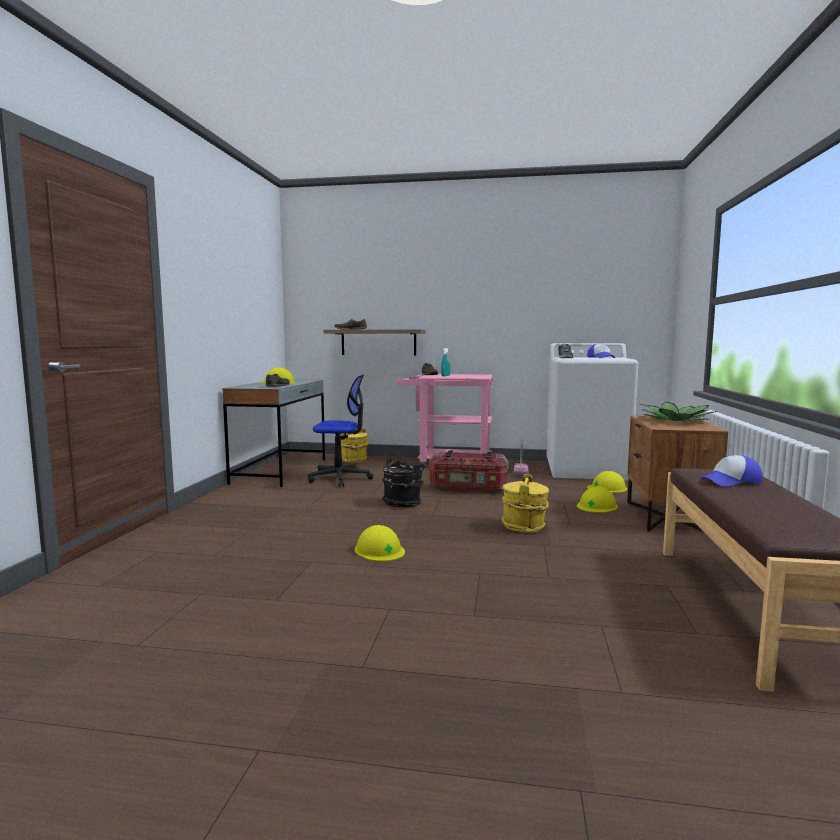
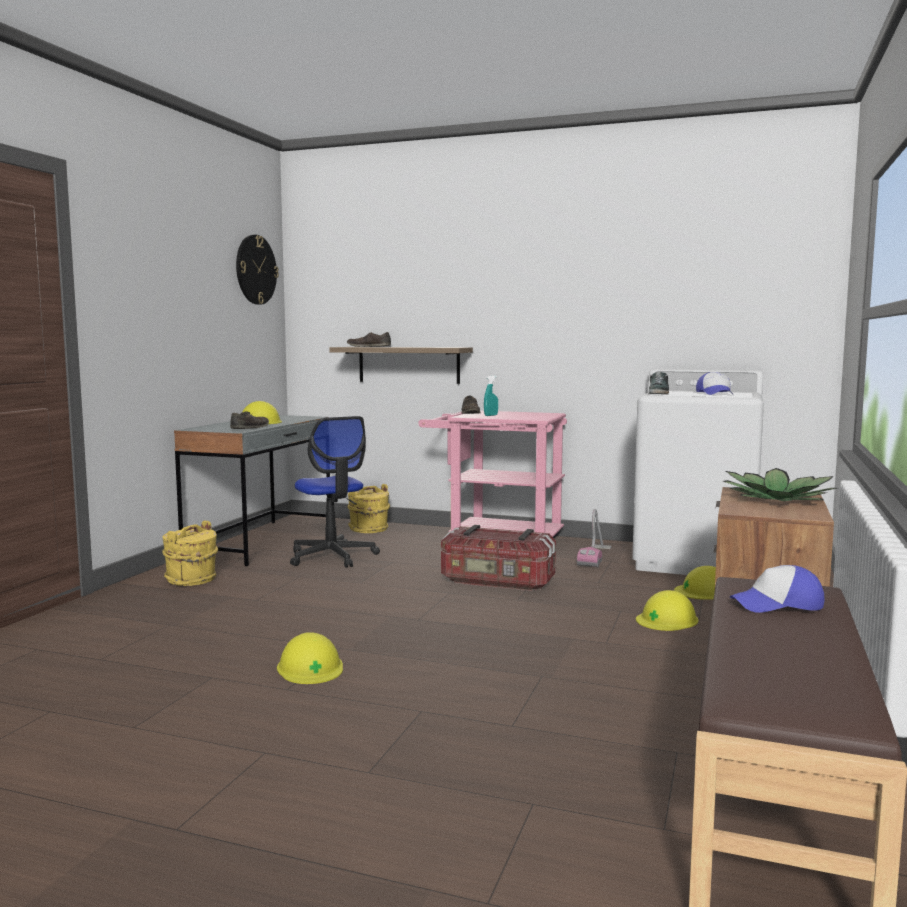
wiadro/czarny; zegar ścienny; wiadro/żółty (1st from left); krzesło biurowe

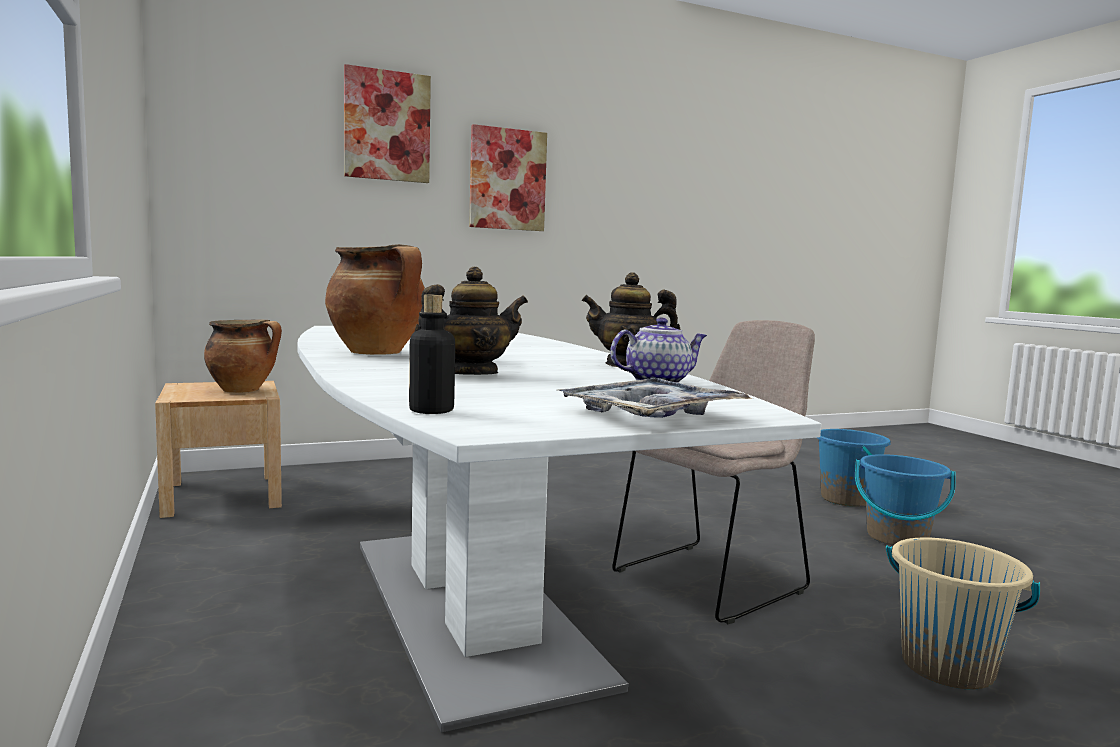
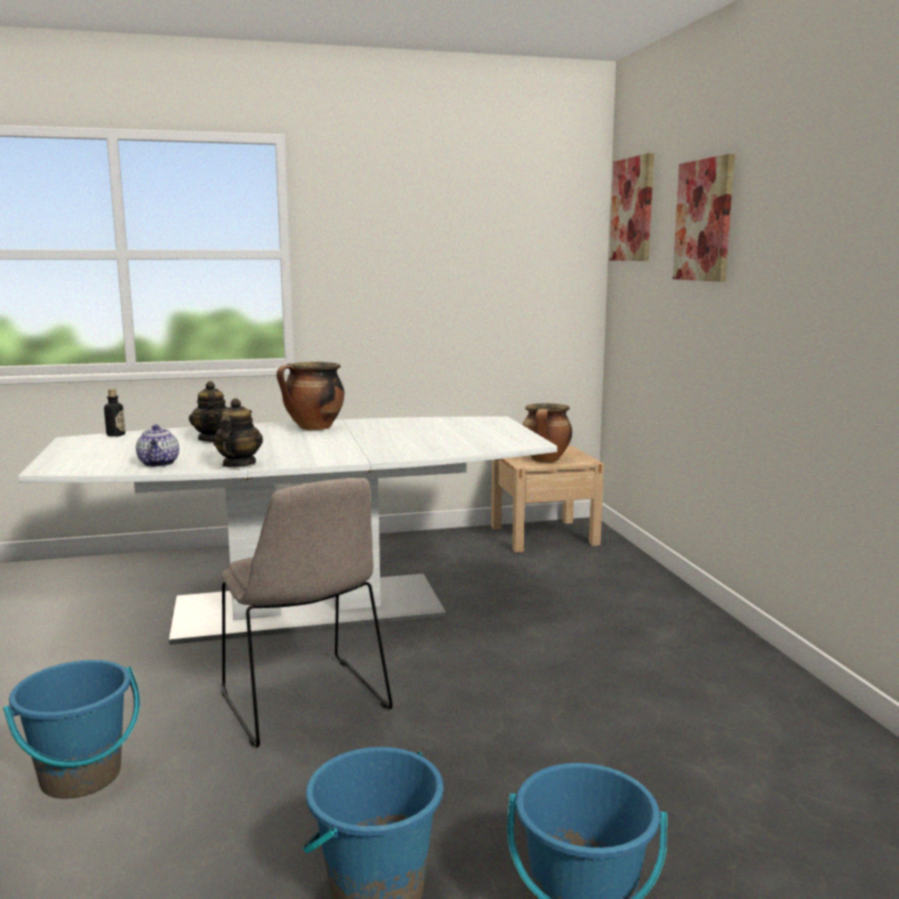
taca; obraz (1st from left); wiadro/niebieski (1st from left)

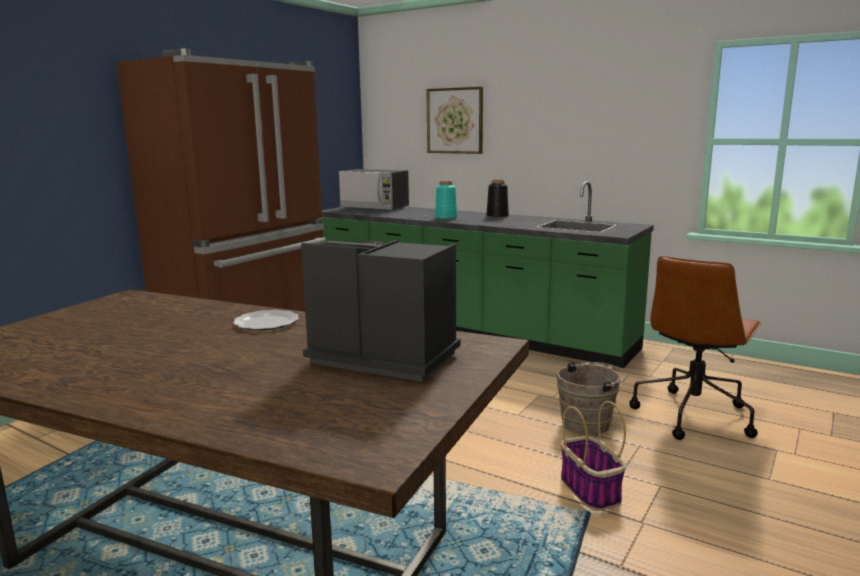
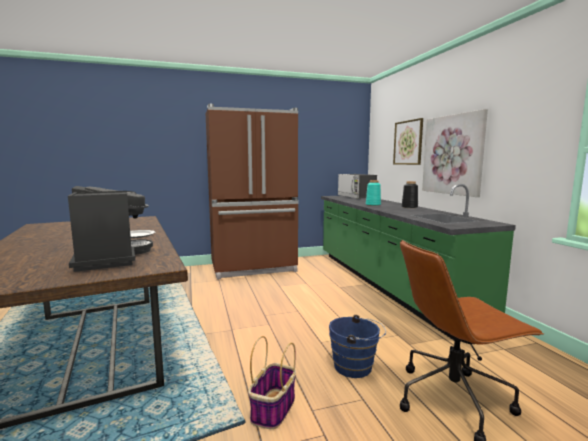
obraz (2nd from left); wiadro/niebieski

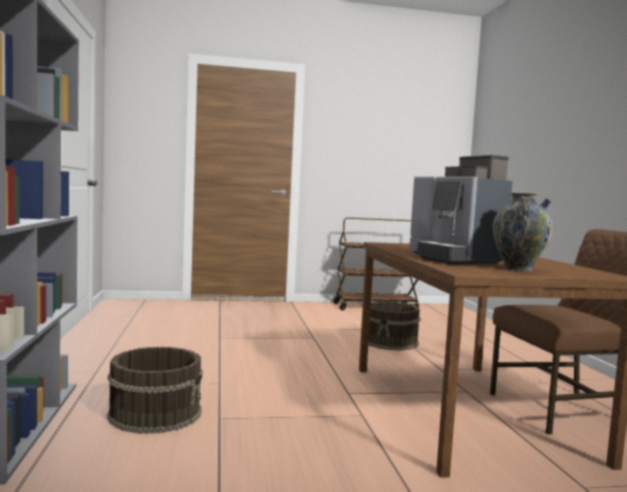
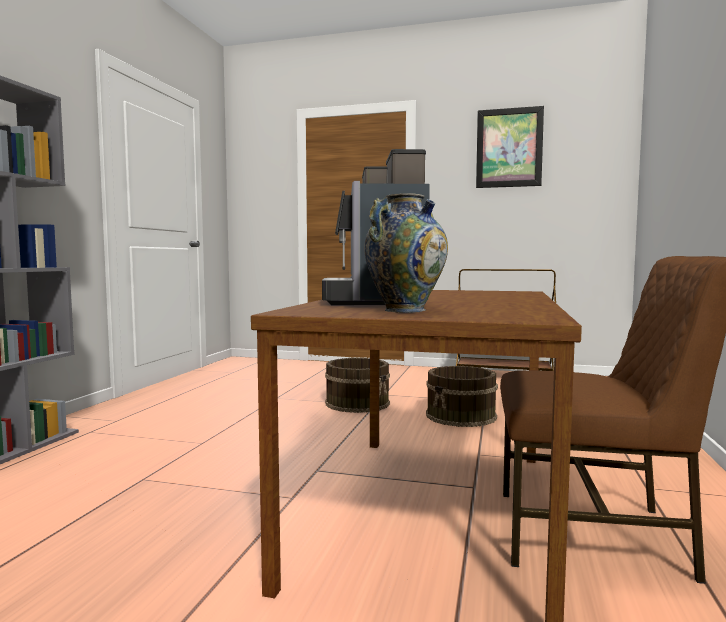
obraz; wiadro/brązowy (1st from left)

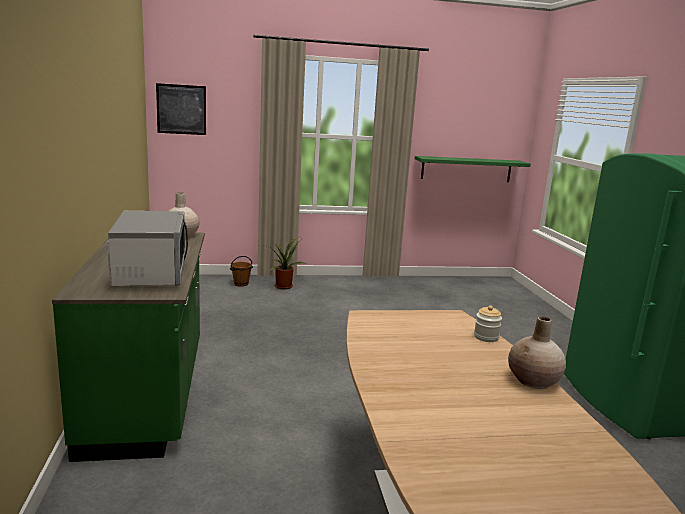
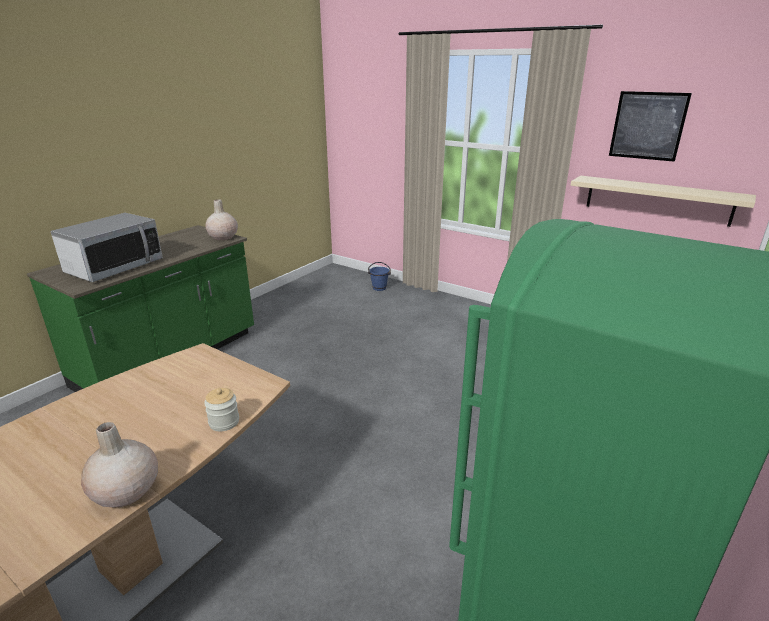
roślina doniczkowa; obraz; wiadro/niebieski; półka/beżowy

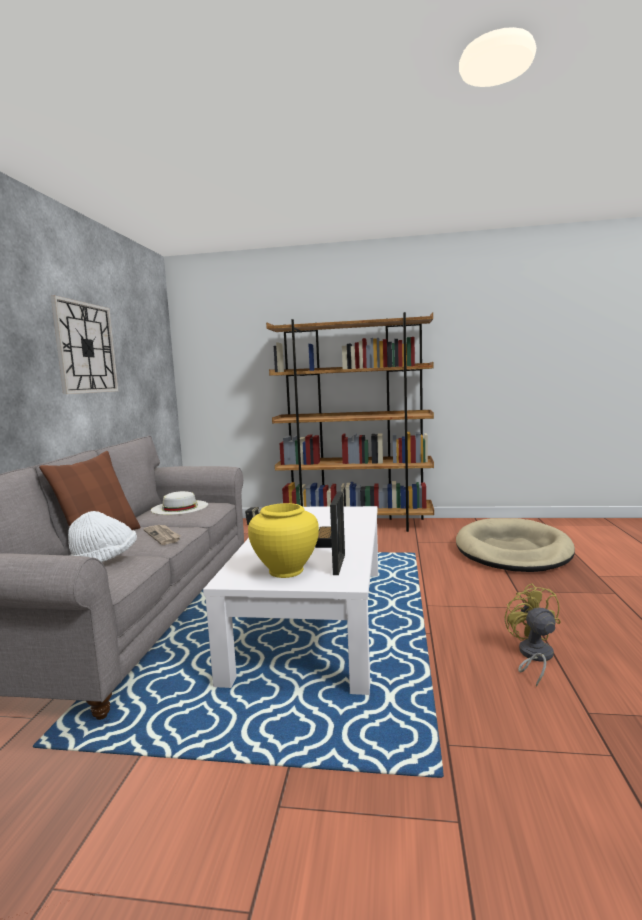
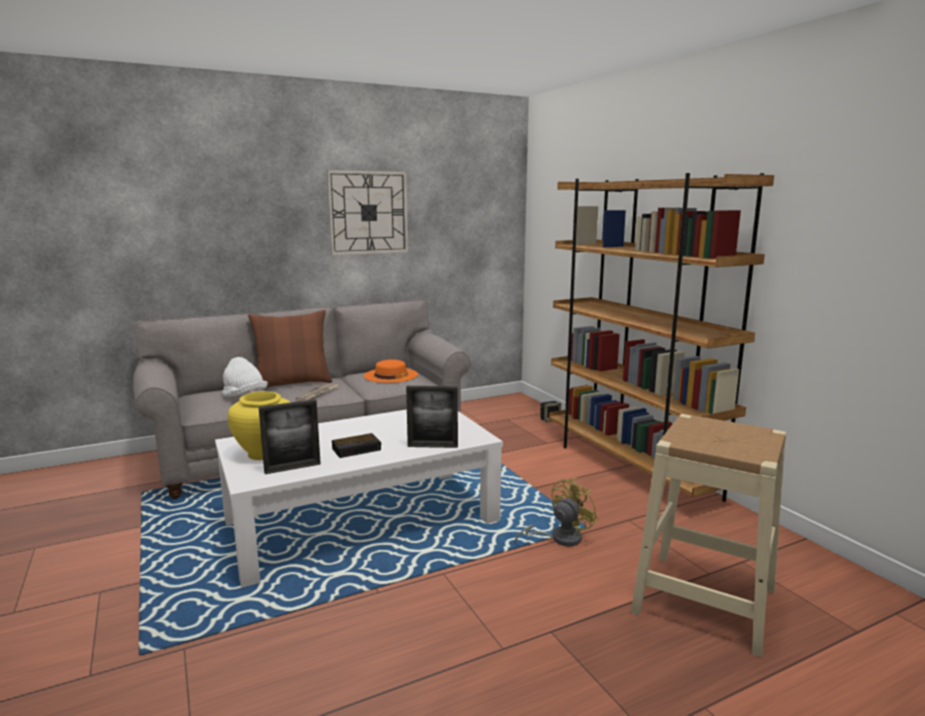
ramka na zdjęcie (2nd from left); wentylator/żółty; stołek/beżowy; kapelusz/pomarańczowy

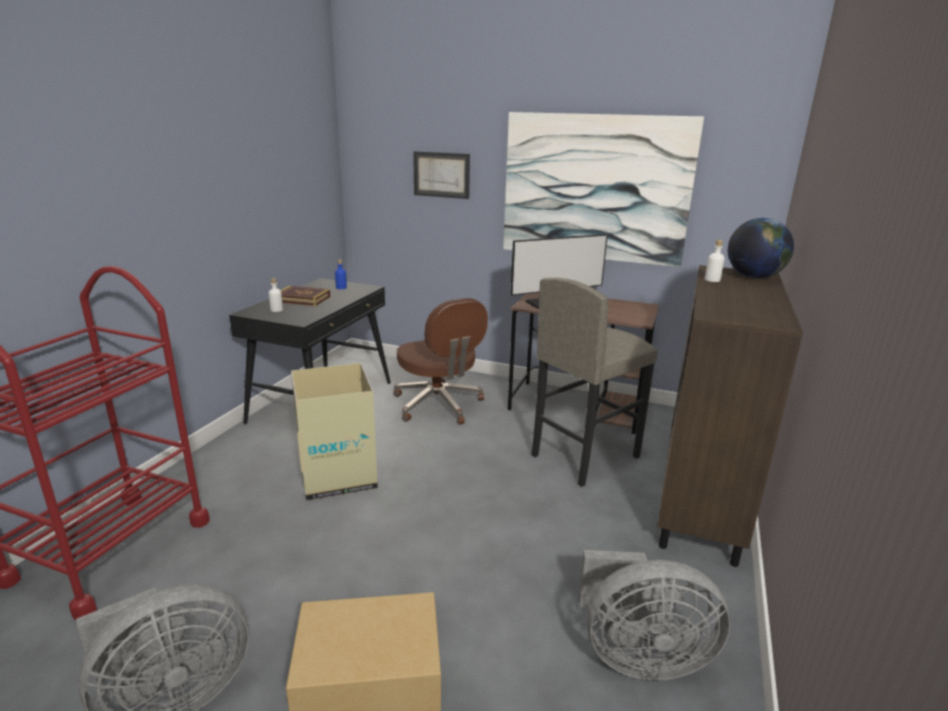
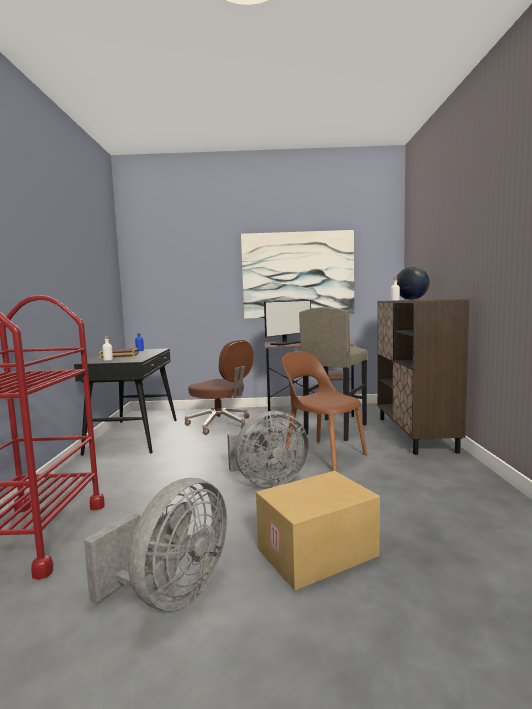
karton (1st from left in the first image); obraz (1st from left in the first image); krzesło/brązowy; wentylator/szary (2nd from left)

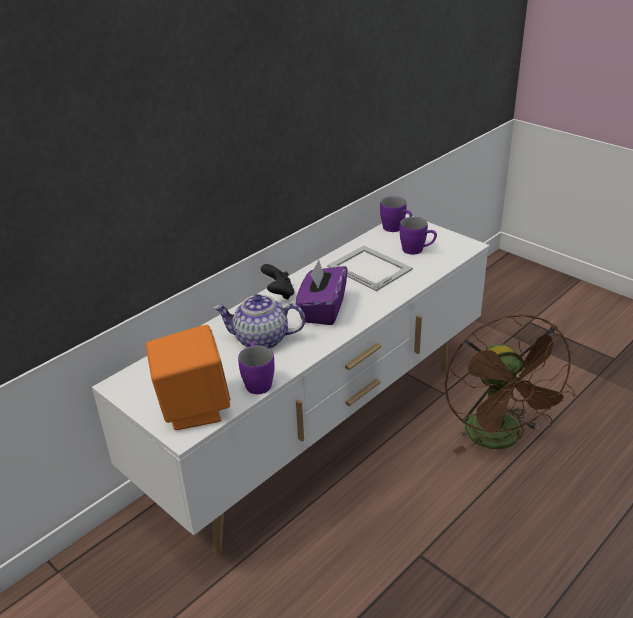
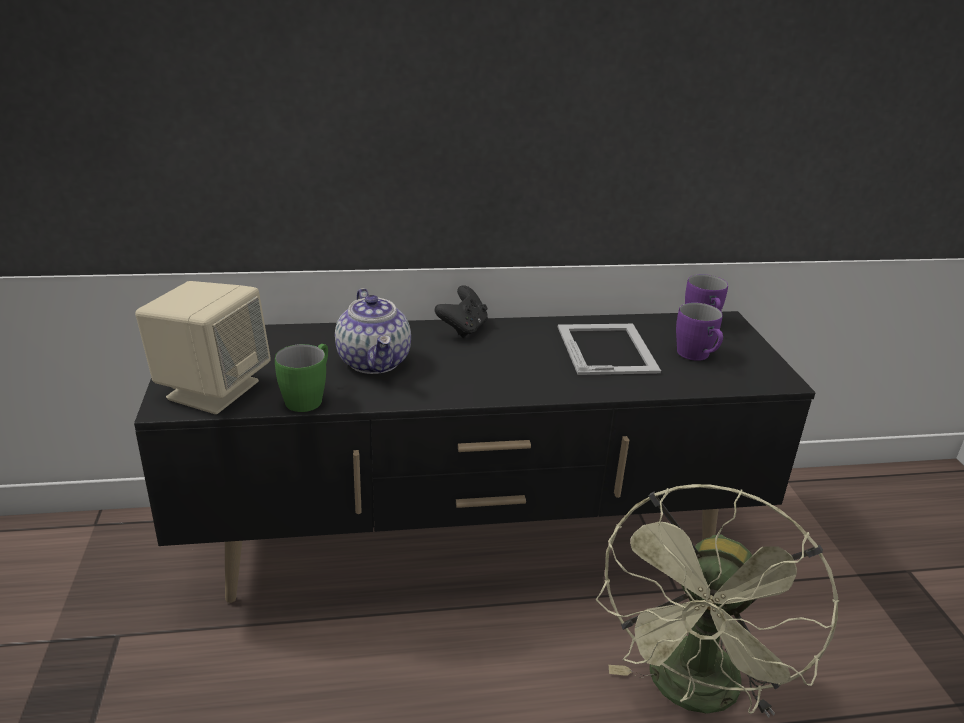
pudełko chusteczek/fioletowy; szafka pod telewizor/czarny; głośnik/beżowy; kubek/zielony; wentylator/zielony; imbryk

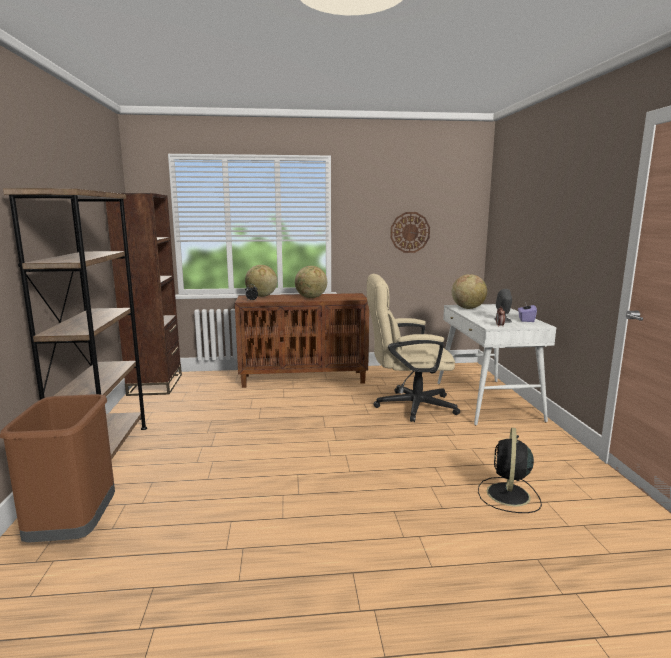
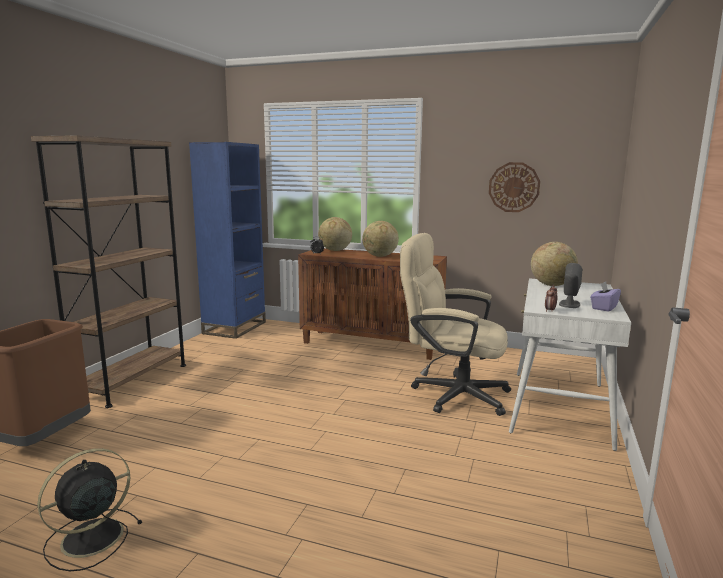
wentylator/czarny; regał/niebieski

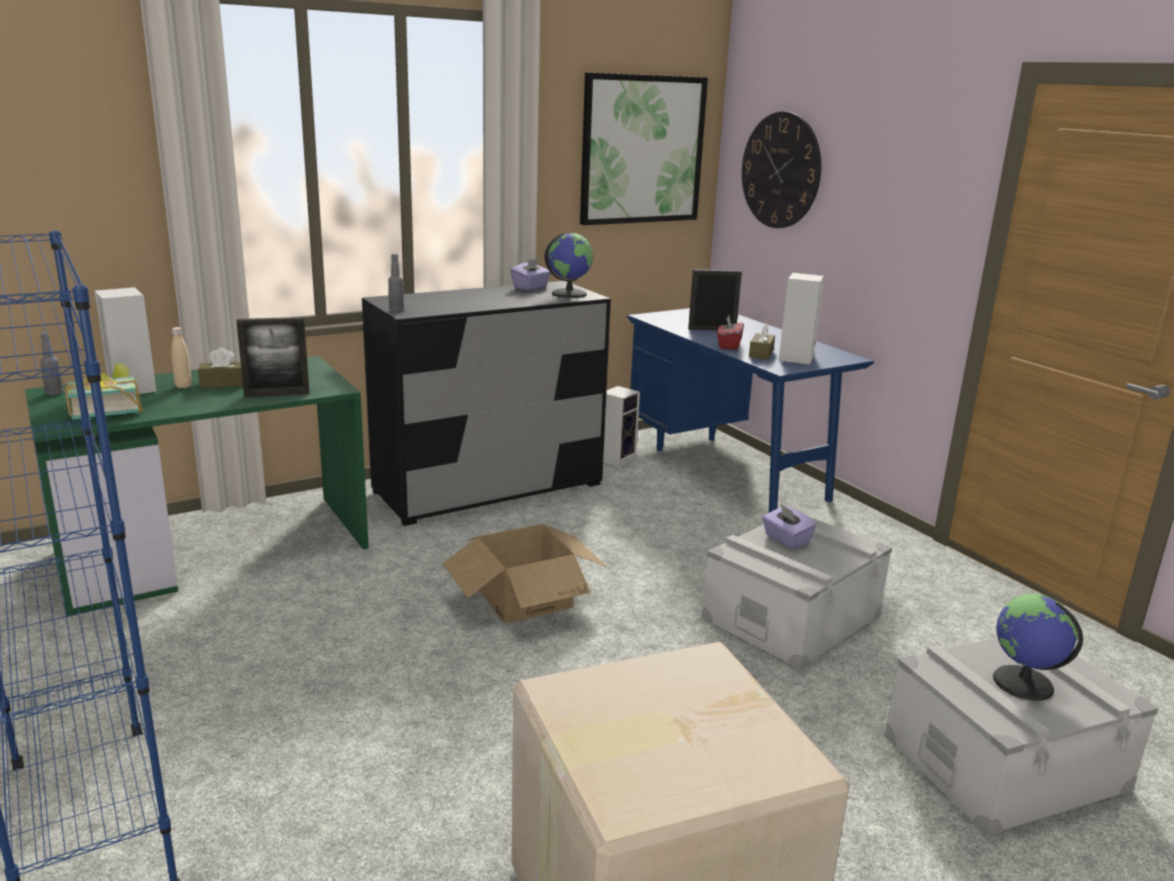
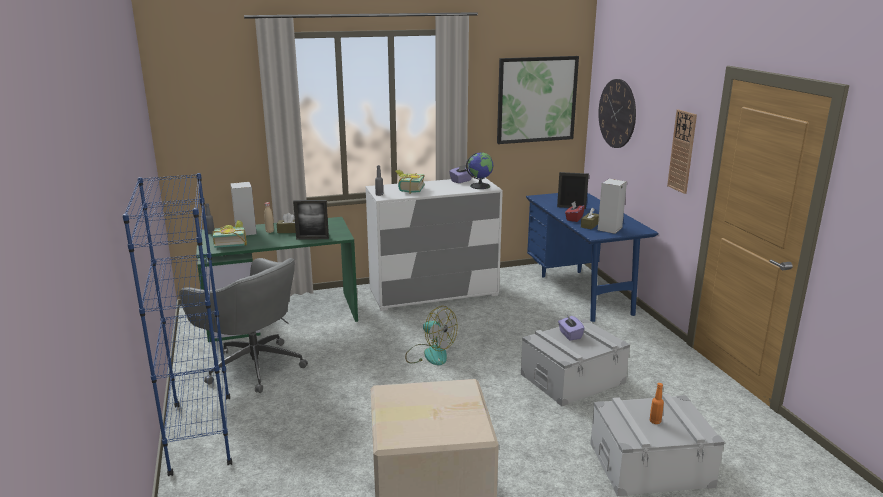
głośnik (2nd from left in the first image); krzesło biurowe/szary; książka (2nd from left); zegar ścienny (2nd from left); wentylator; butelka/pomarańczowy; komoda/biały

